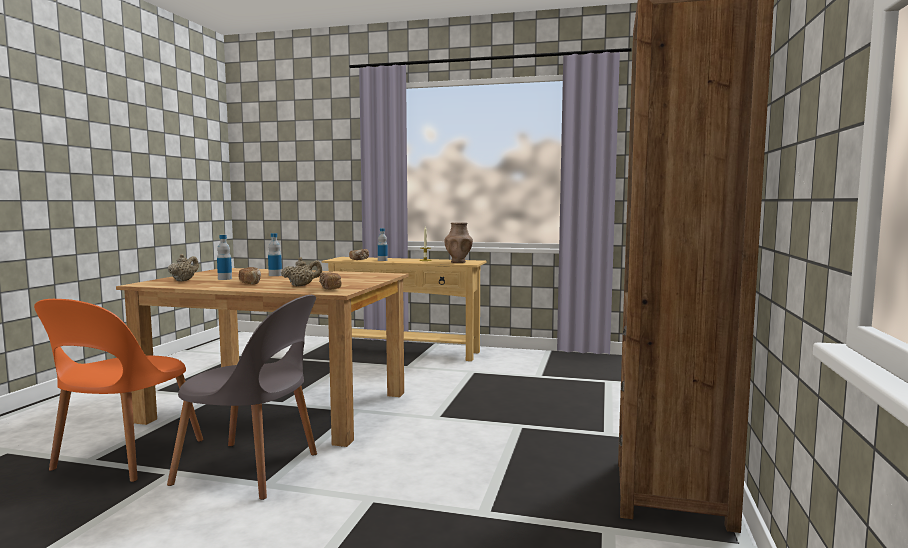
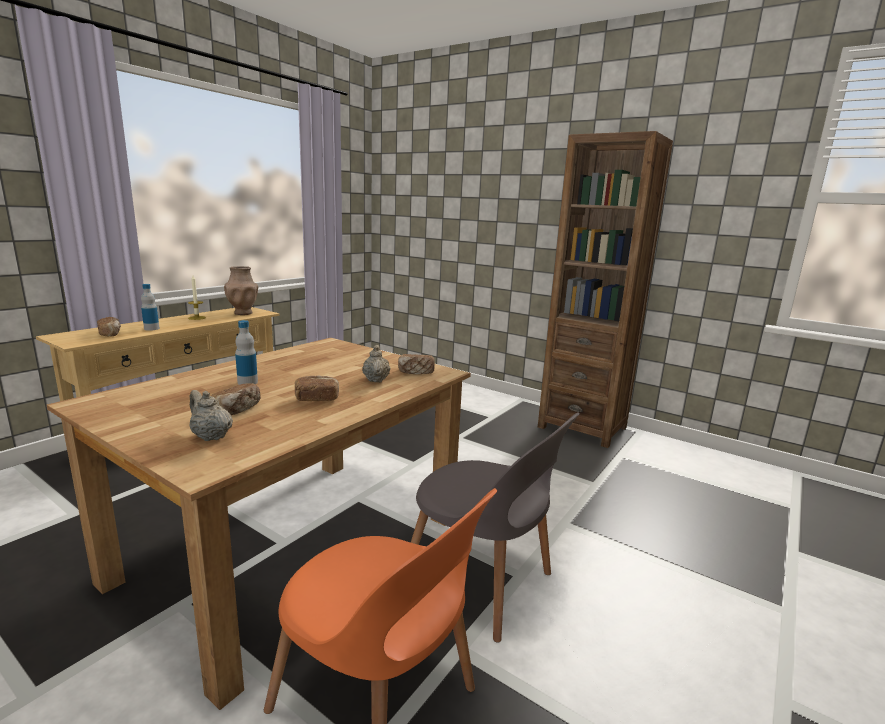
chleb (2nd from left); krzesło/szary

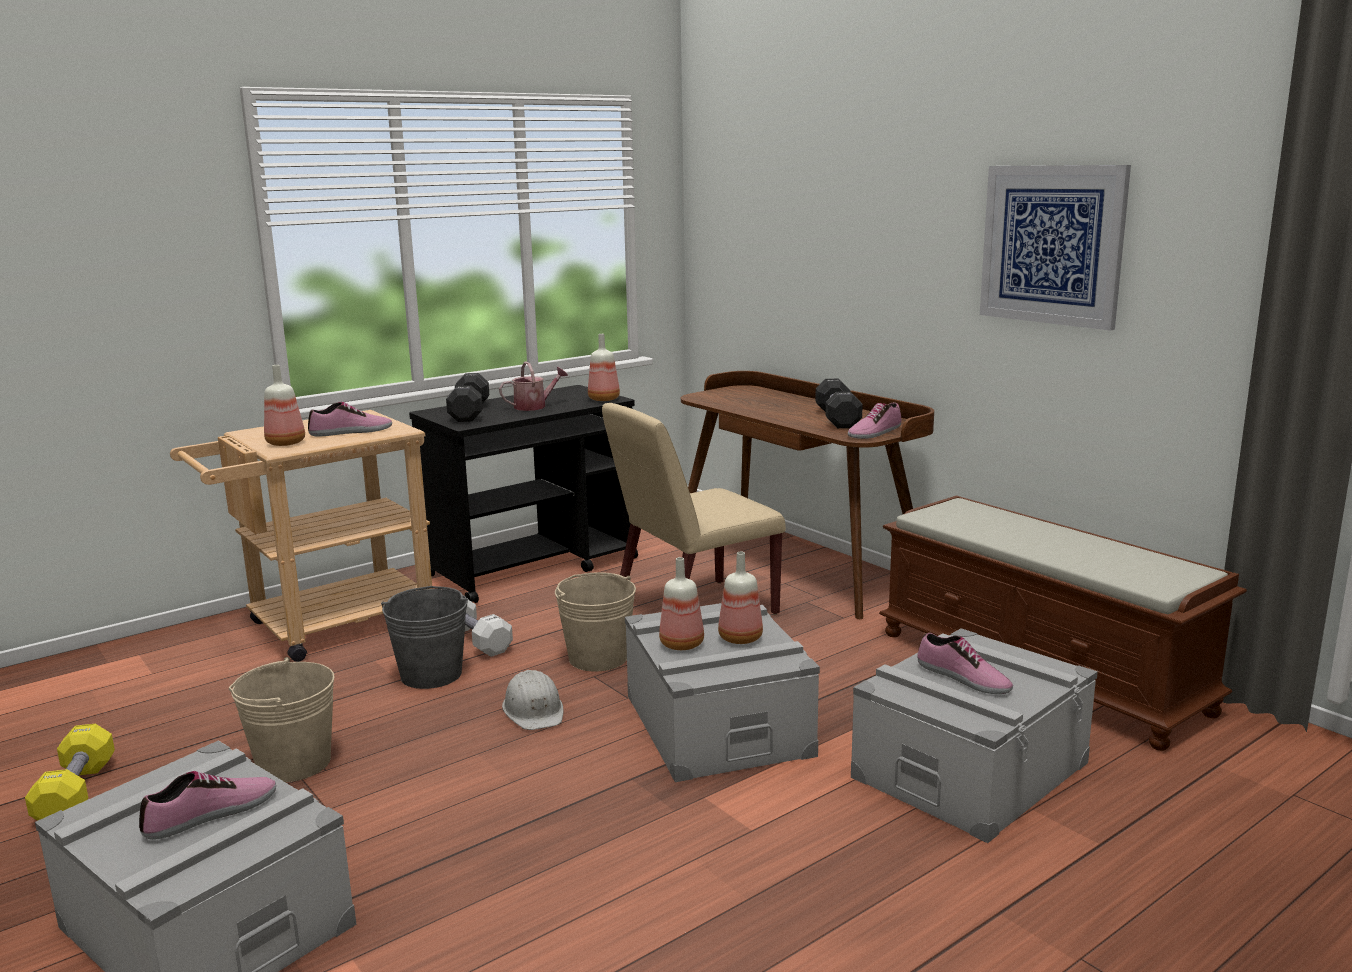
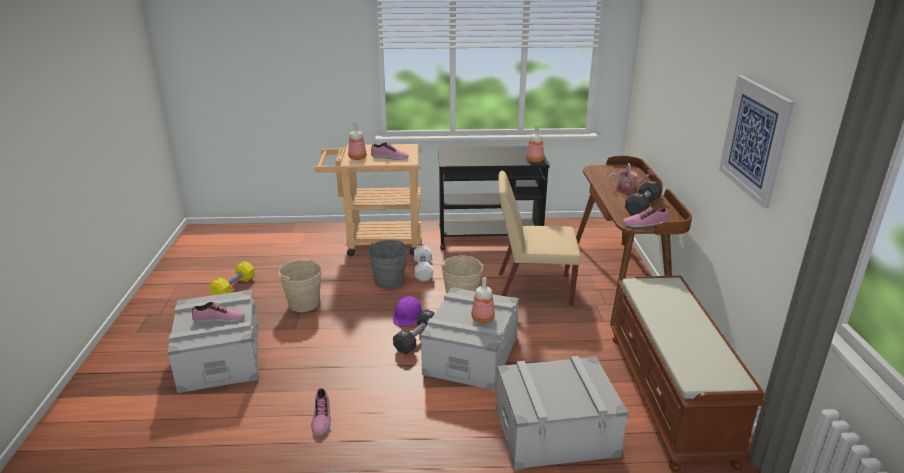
butelka (3rd from left in the first image); hantel/czarny (1st from left); konewka; but (2nd from left); kask/fioletowy

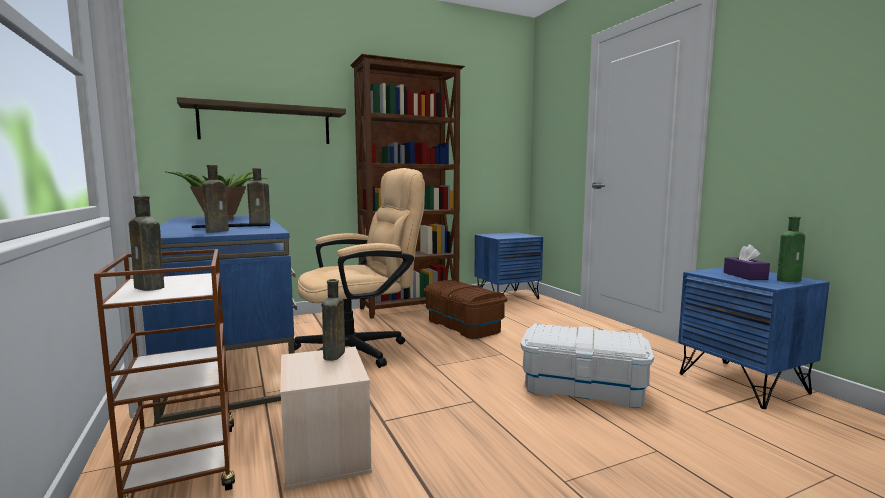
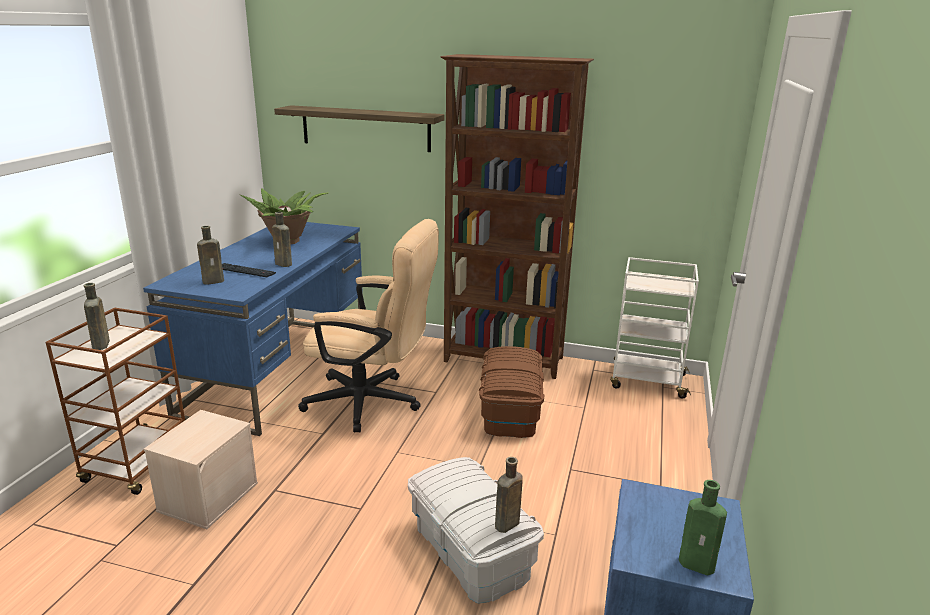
pudełko chusteczek/fioletowy; butelka/brązowy (4th from left); wózek/biały

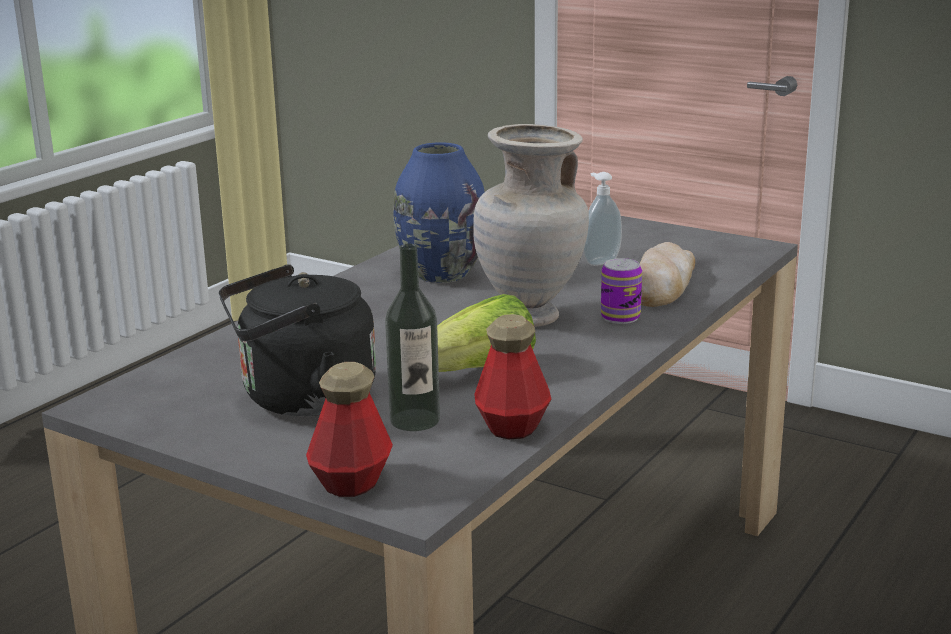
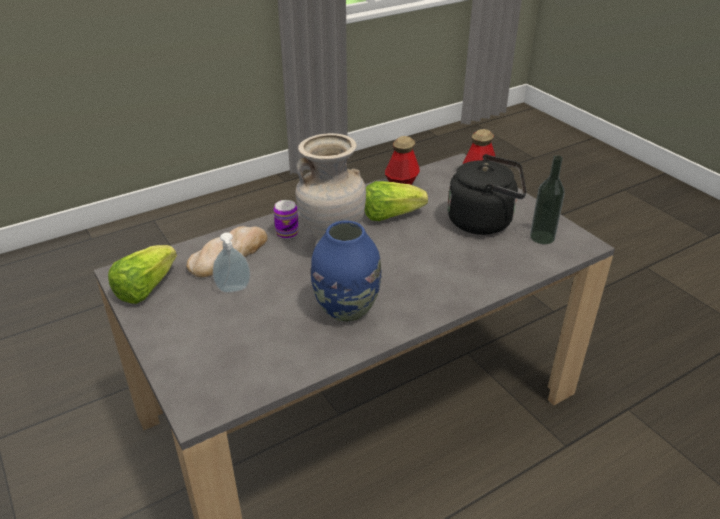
sałata (1st from left); butelka (3rd from left)

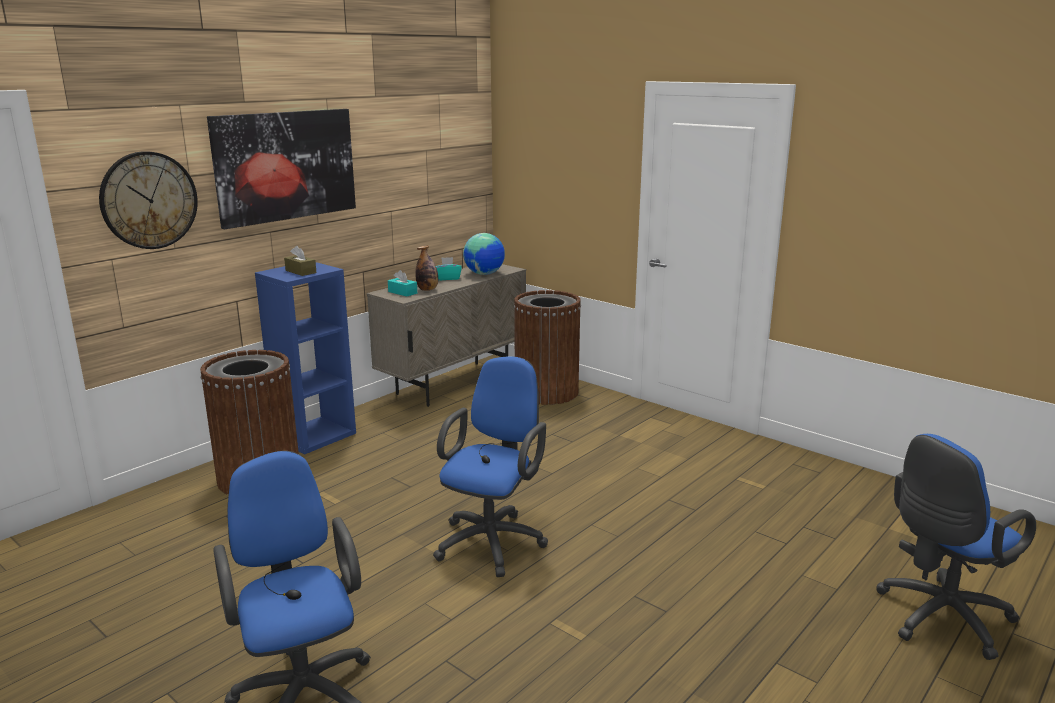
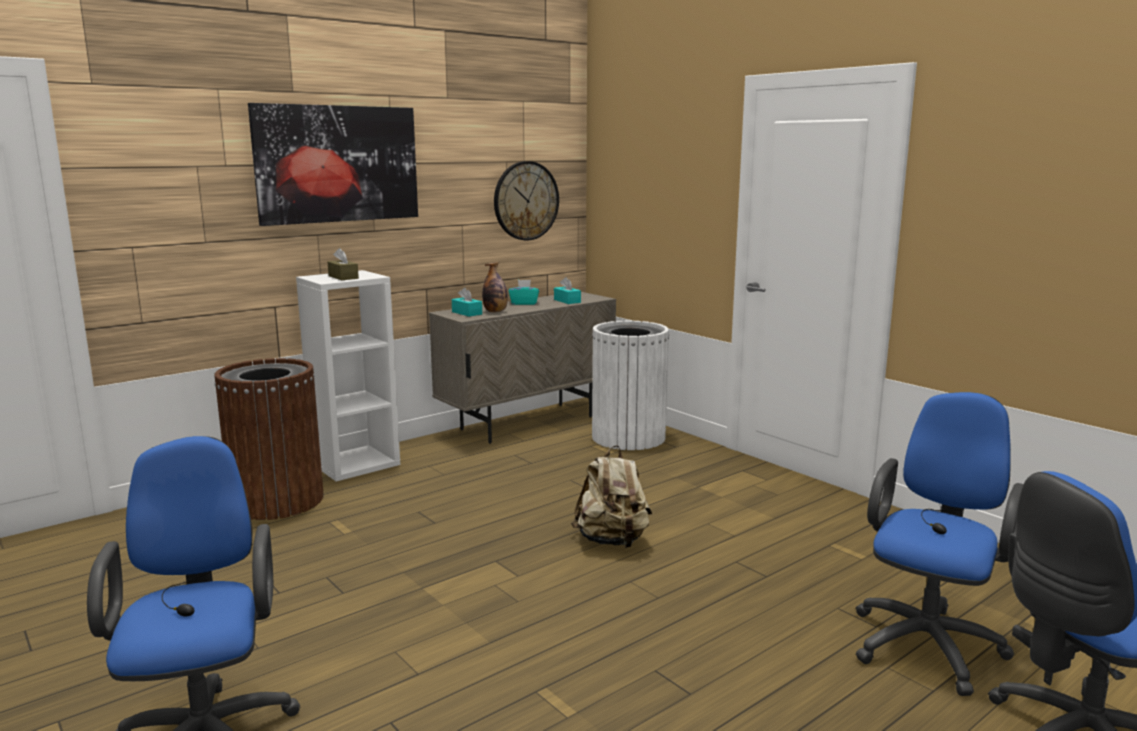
plecak/beżowy; zegar ścienny; krzesło biurowe/niebieski (2nd from left); pudełko chusteczek/turkusowy (3rd from left); regał/biały; kosz na śmieci/biały

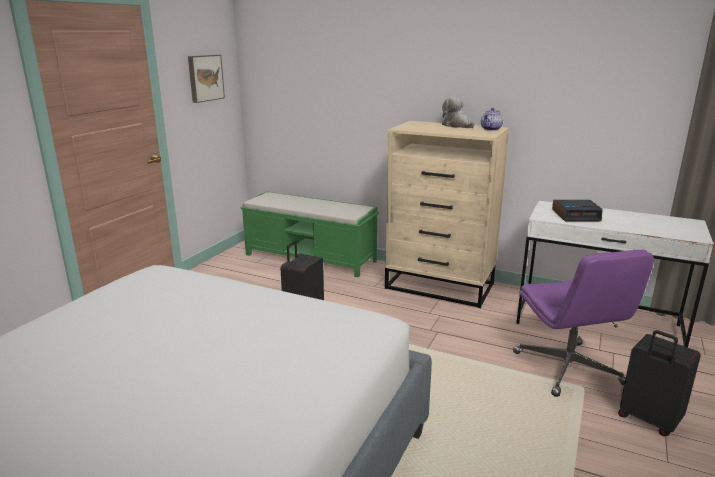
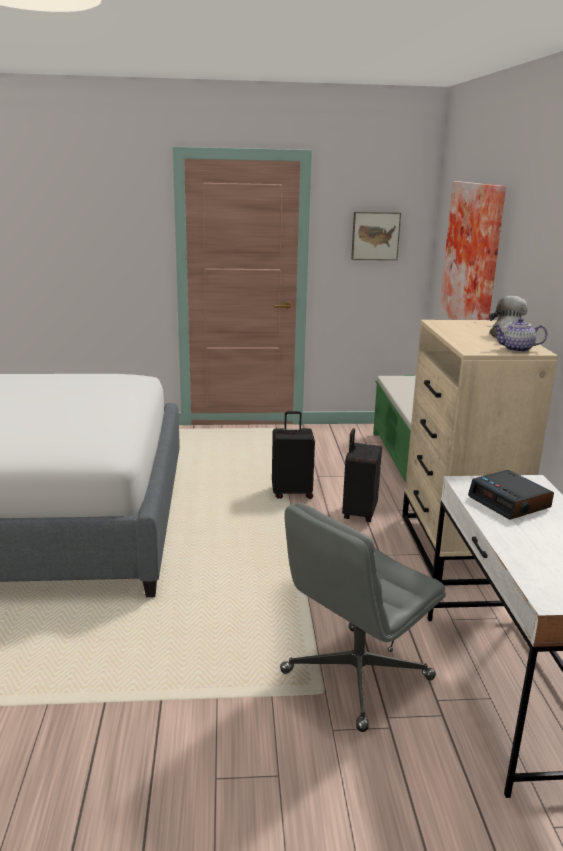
obraz (2nd from left); walizka/czarny (2nd from left); krzesło biurowe/szary

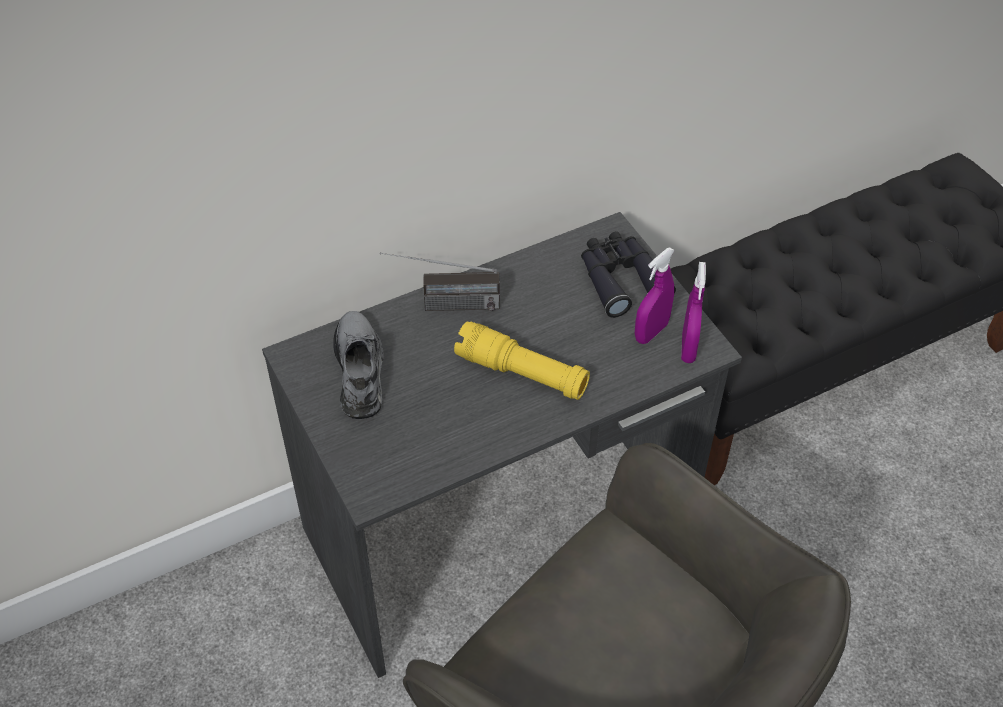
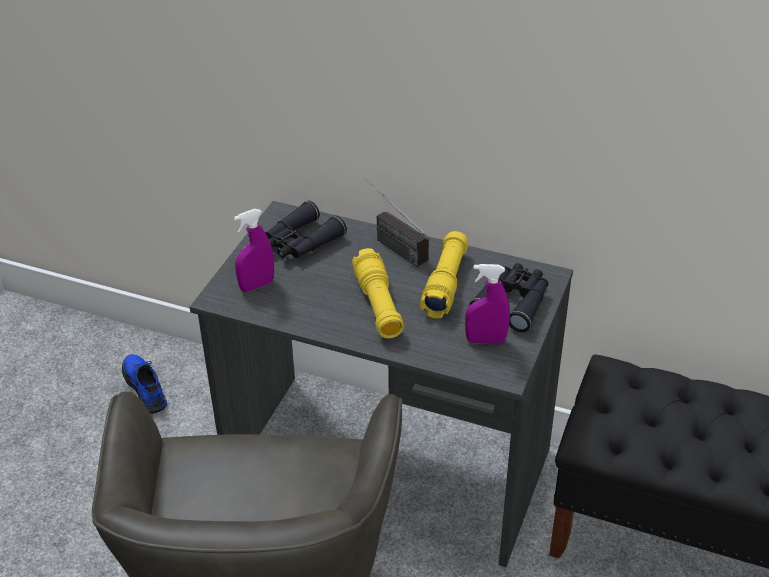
but/niebieski; latarka/żółty (2nd from left); spryskiwacz/fioletowy (1st from left); lornetka/czarny (1st from left)

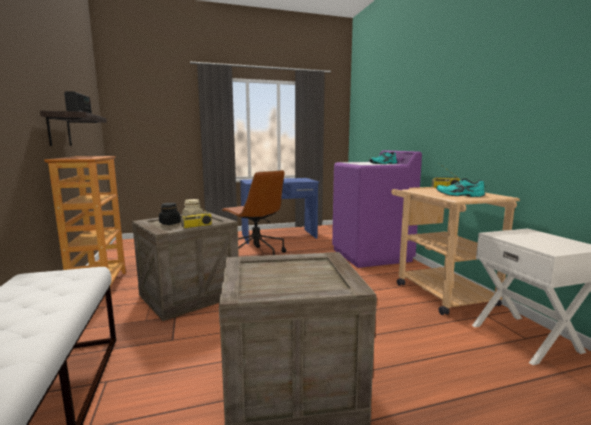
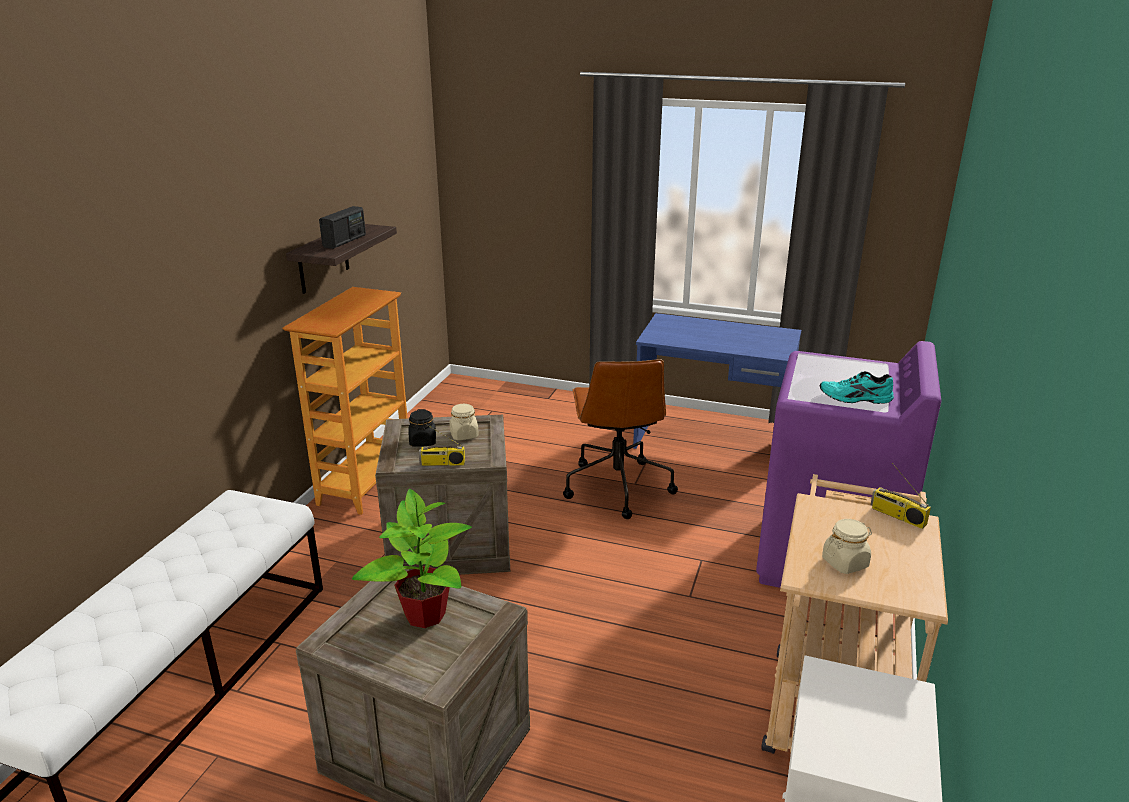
roślina doniczkowa; słoik/beżowy (2nd from left)

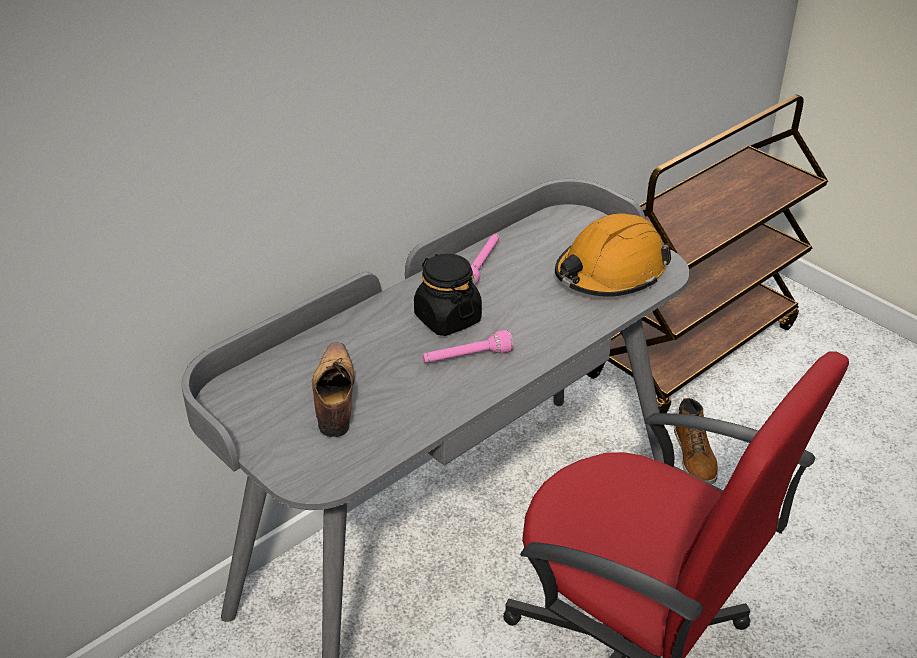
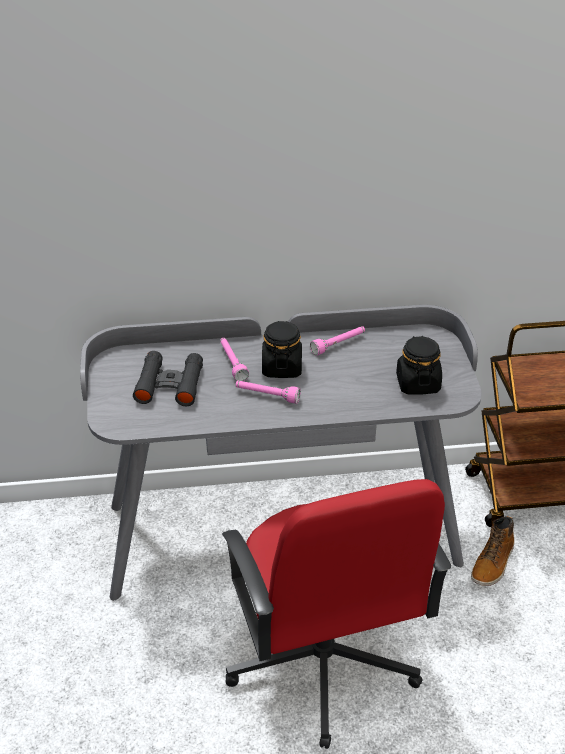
latarka/różowy (1st from left); lornetka/czarny; słoik/czarny (2nd from left)

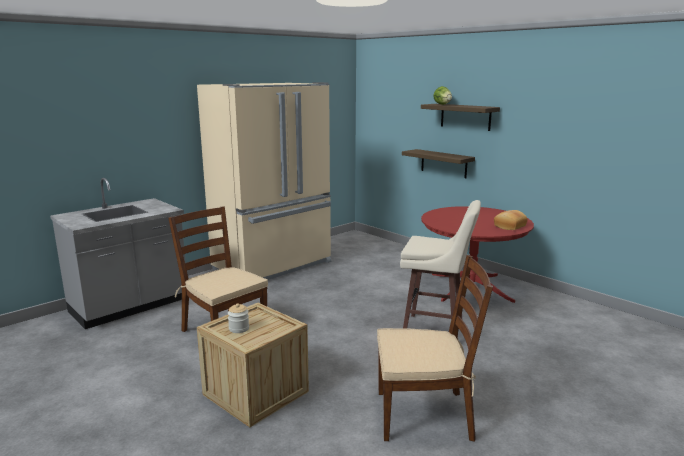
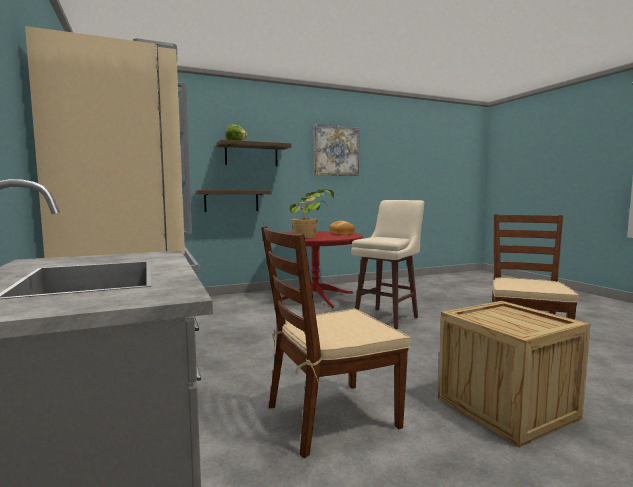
słoik; roślina doniczkowa; obraz

